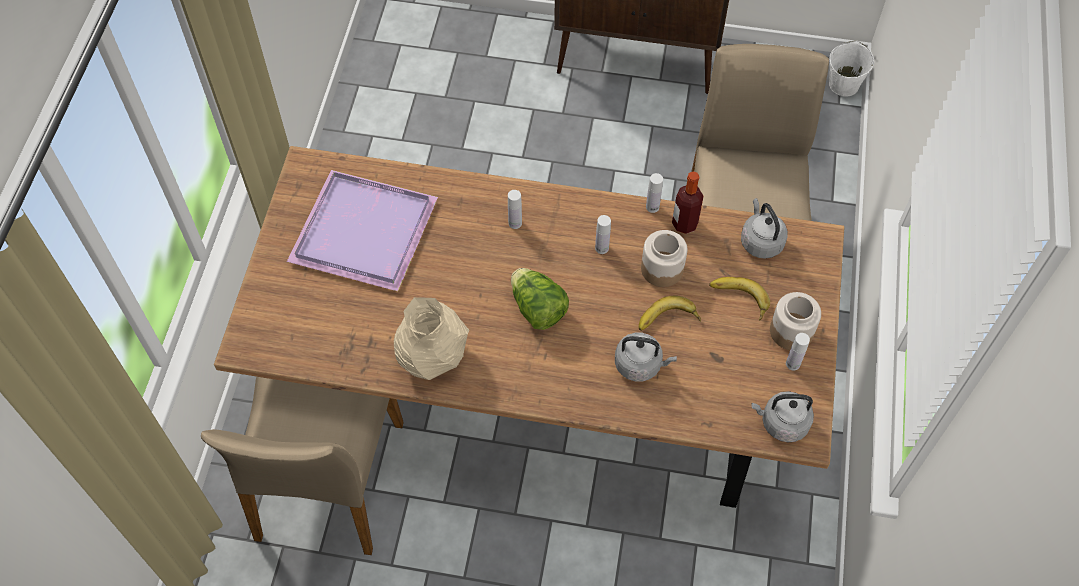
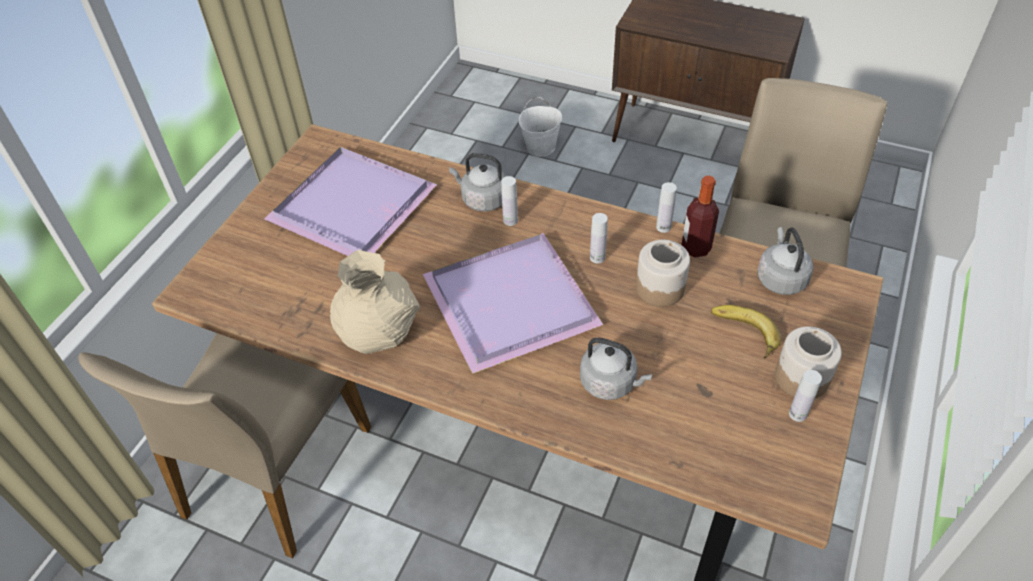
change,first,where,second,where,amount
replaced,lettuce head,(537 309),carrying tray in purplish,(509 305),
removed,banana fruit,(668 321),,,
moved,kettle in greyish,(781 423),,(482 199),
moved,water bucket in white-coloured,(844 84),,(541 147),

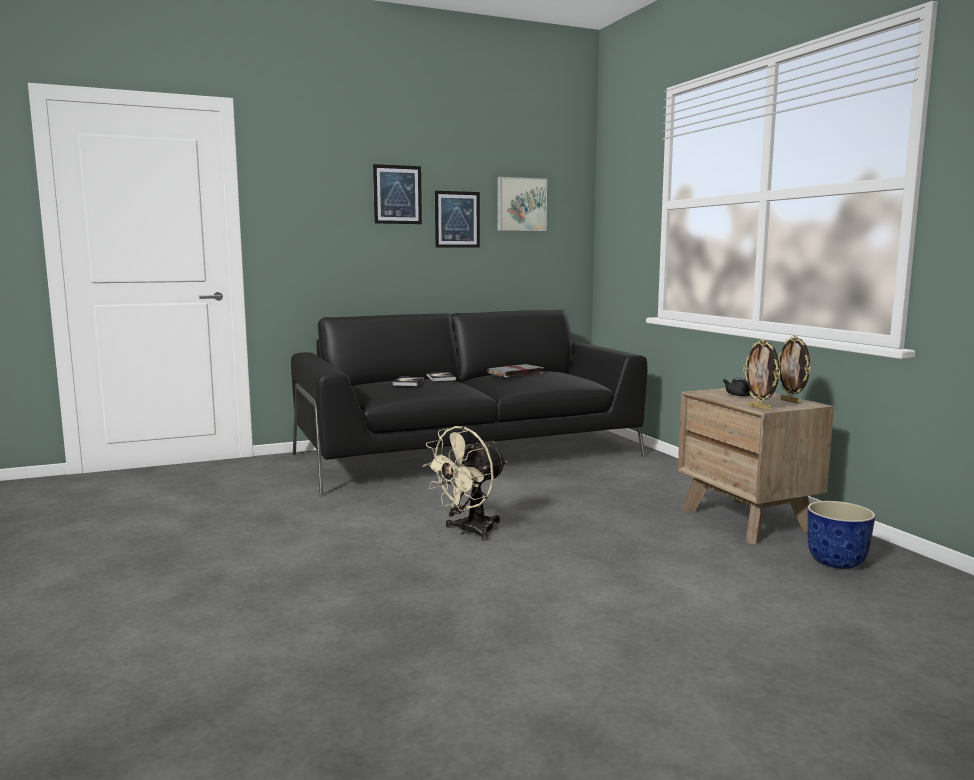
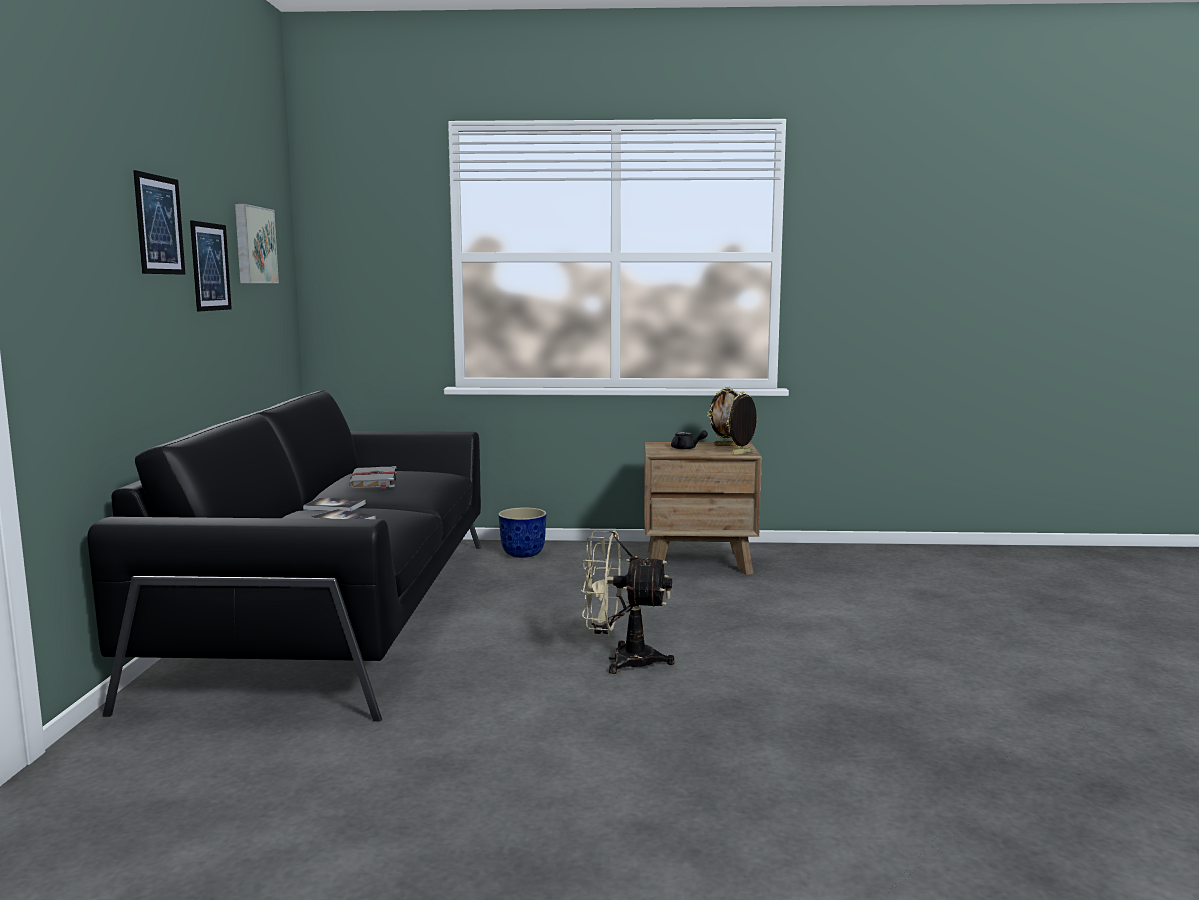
change,first,where,second,where,amount
turned,cooling fan in beige-coloured,(469 531),,(622 660),120 degrees clockwise
turned,photo frame,(760 408),,(742 453),150 degrees clockwise
moved,plant pot,(835 562),,(522 554),

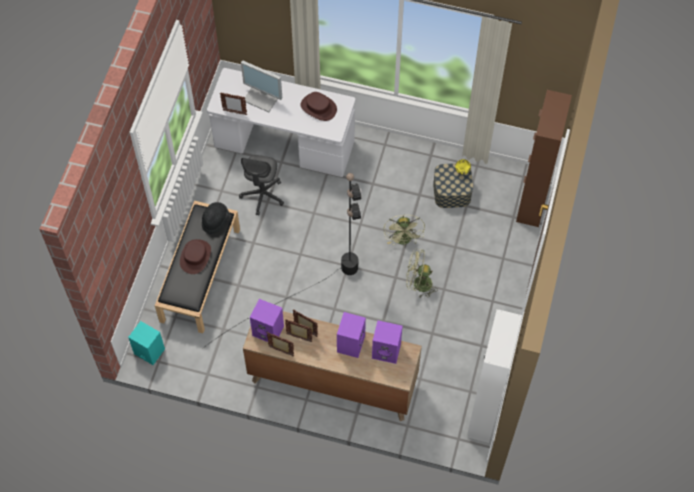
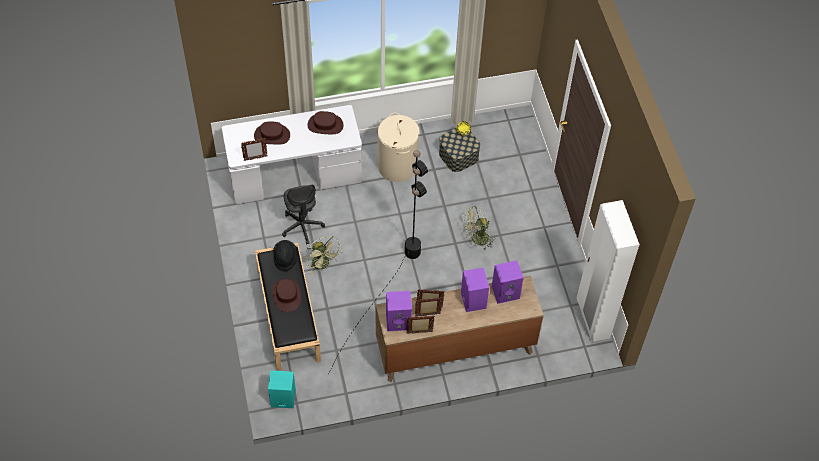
change,first,where,second,where,amount
replaced,computer screen,(263 96),hat in brownish,(272 135),
moved,cooling fan in green,(403 240),,(323 265),
removed,storage cabinet in brownish,(532 203),,,
added,,,hamper in beige-coloured,(397 166),

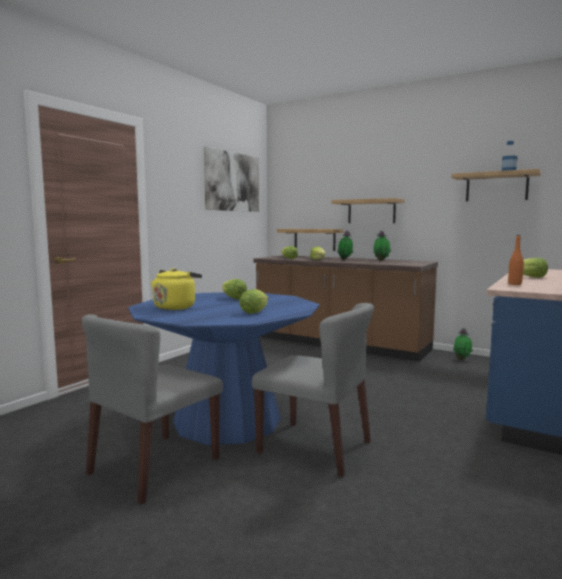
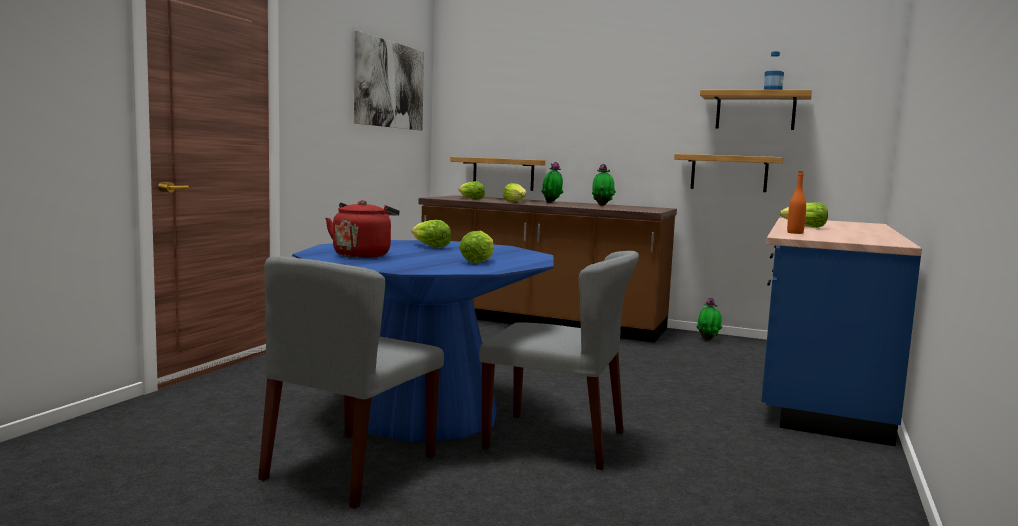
change,first,where,second,where,amount
recoloured,kettle in yellowish,(176 307),kettle in reddish,(363 255),
moved,bracket shelf,(371 211),,(729 173),

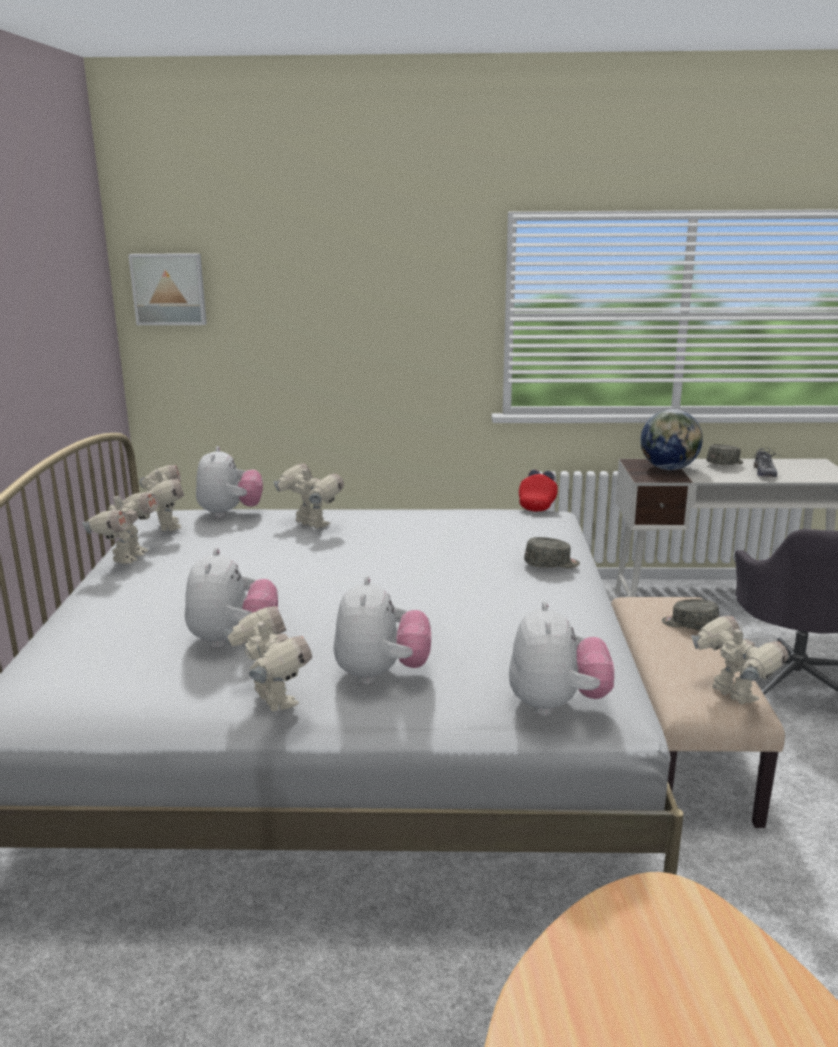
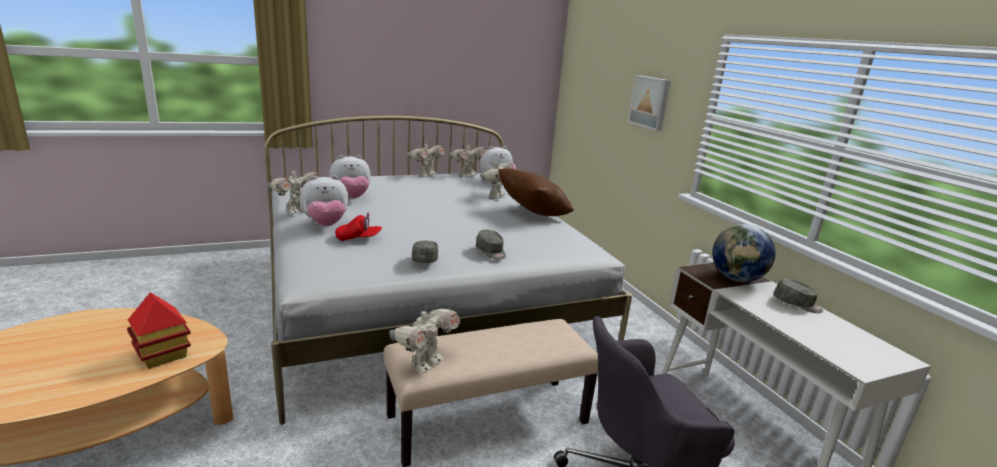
change,first,where,second,where,amount
turned,toy robot,(128 557),,(426 174),45 degrees counterclockwise
moved,wall picture,(169 289),,(650 102),
removed,soft toy,(557 705),,,
moved,cap in reddish,(538 504),,(358 238),
moved,cap in greyish,(689 625),,(426 259),
removed,item of footwear,(764 472),,,
added,,,miniature house,(163 356),
added,,,cushion in brownish,(533 215),

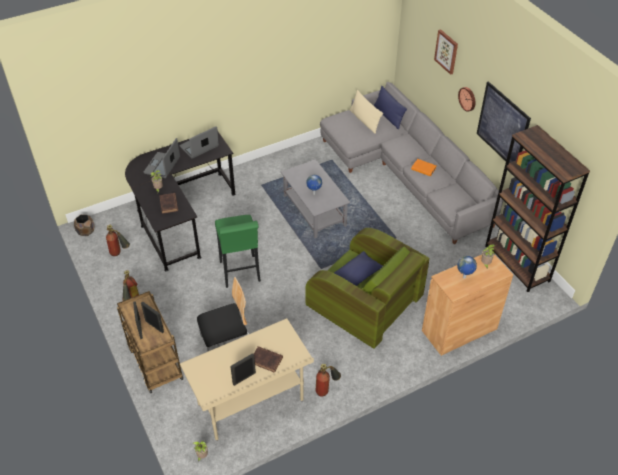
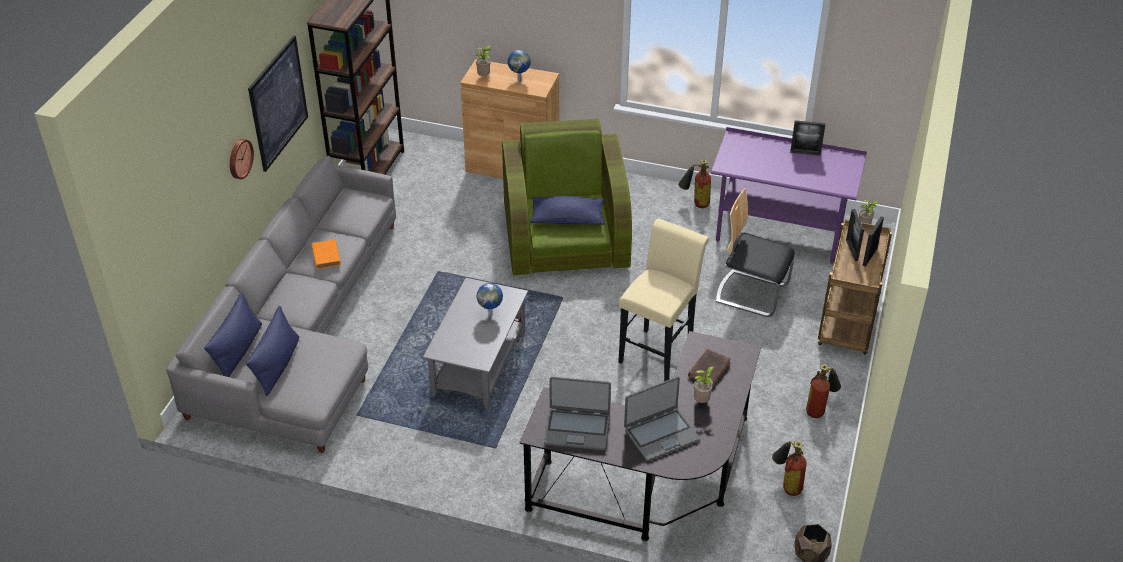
change,first,where,second,where,amount
recoloured,desk unit in beige-coloured,(251 403),desk unit in purplish,(778 235),
recoloured,stool in green,(240 274),stool in beige-coloured,(658 352),
removed,volume in brownish,(267 360),,,
recoloured,cushion in beige-coloured,(364 120),cushion in blue,(277 365),
removed,wall picture,(446 51),,,

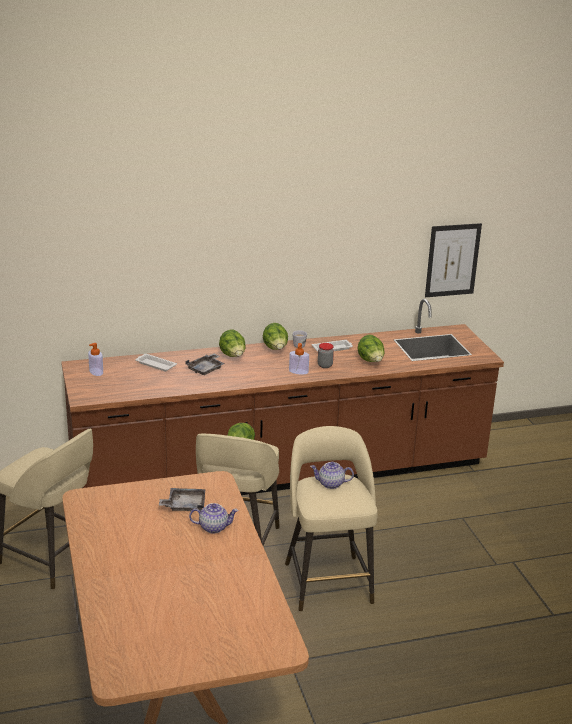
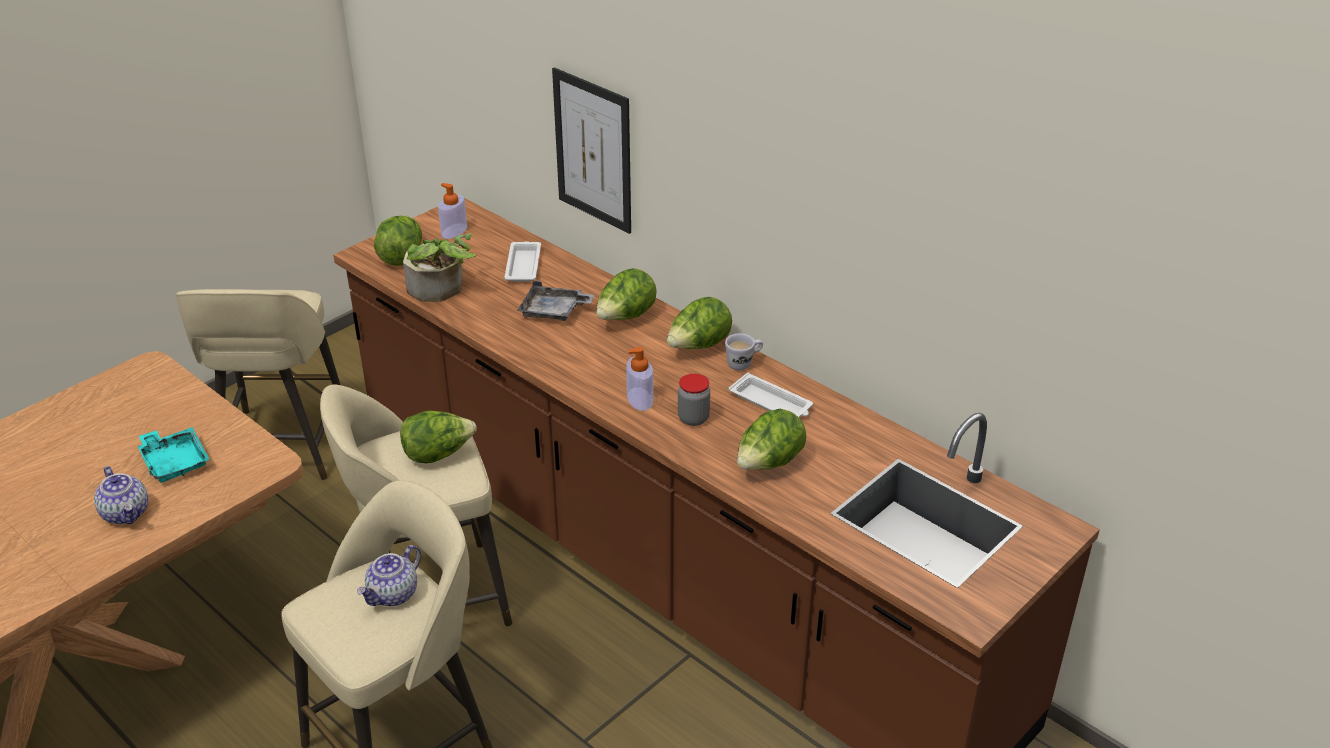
change,first,where,second,where,amount
recoloured,carrying tray in greyish,(184 505),carrying tray in turquoise,(174 462),
turned,teapot,(330 484),,(393 594),120 degrees counterclockwise
moved,wall picture,(452 260),,(593 150),
added,,,lettuce head,(401 256),
added,,,potted plant,(441 290),

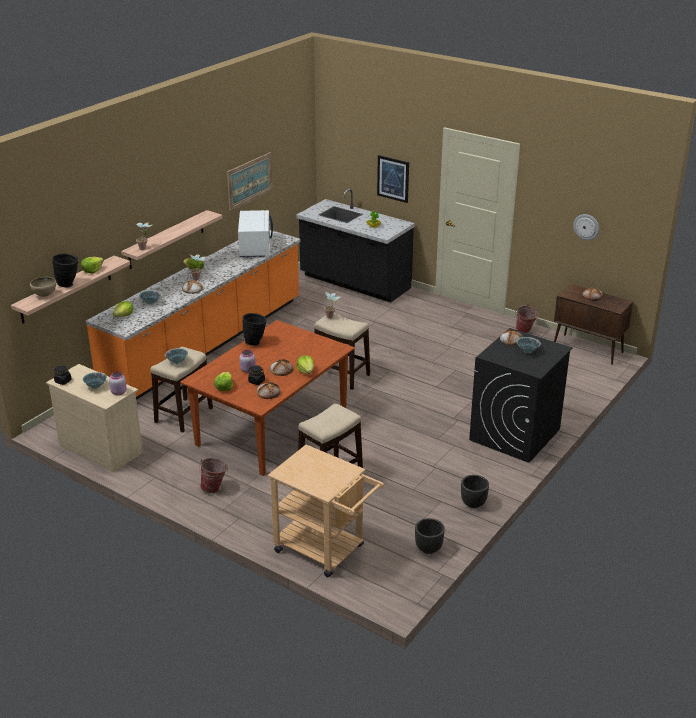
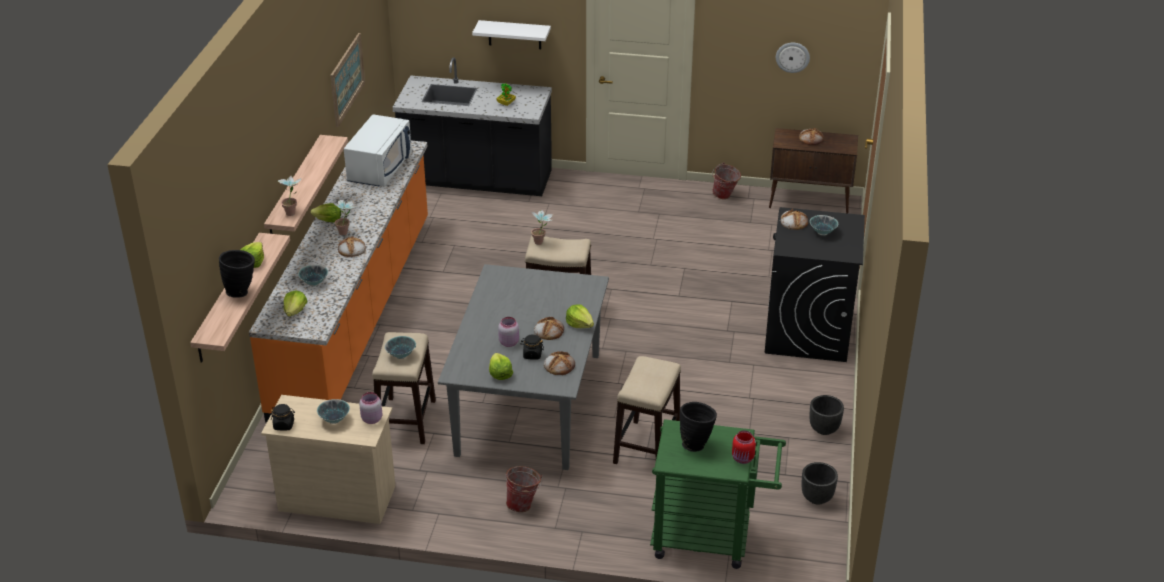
change,first,where,second,where,amount
removed,serving bowl in brownish,(45 295),,,
recoloured,dinner table in brownish,(272 426),dinner table in greyish,(528 403),
turned,microwave oven in white-coloured,(254 247),,(380 169),45 degrees clockwise
moved,decorative vase in blackish,(255 342),,(696 443),
recoloured,cart in beige-coloured,(325 551),cart in green,(711 538),
replaced,wall picture,(393 178),bracket shelf in white-coloured,(514 34),
added,,,jar in reddish,(743 459),

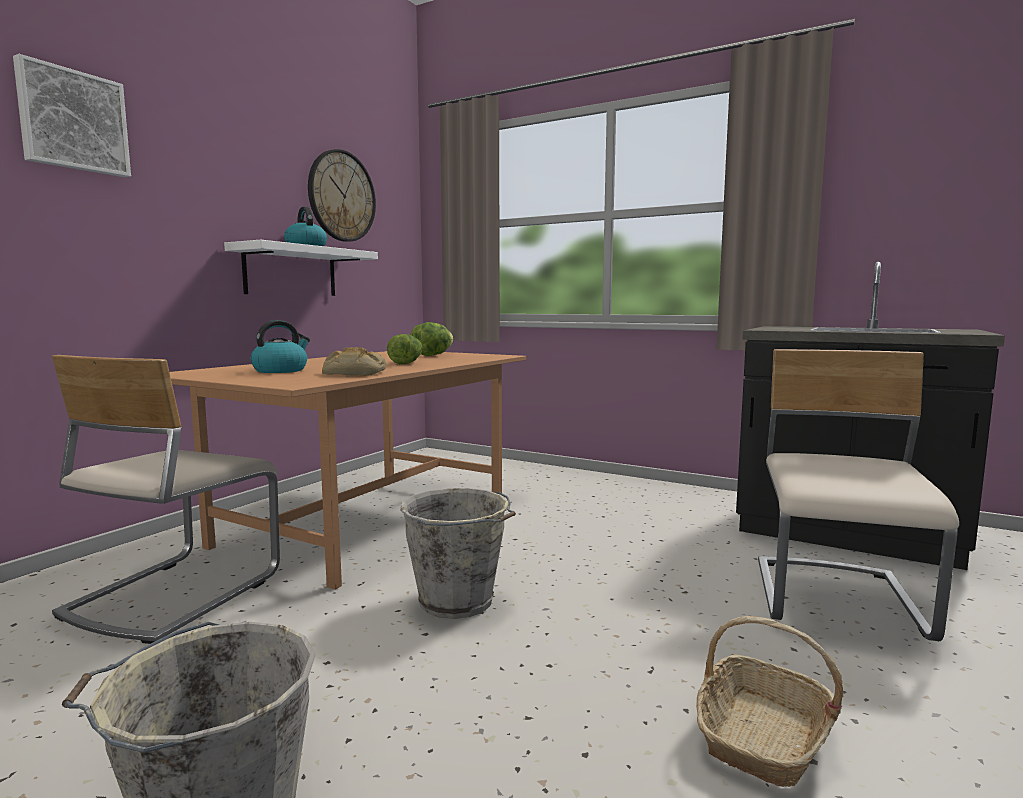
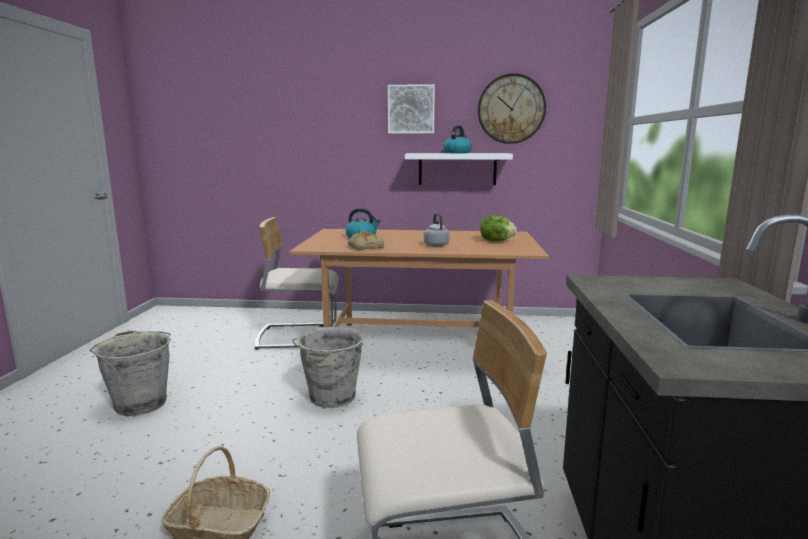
change,first,where,second,where,amount
moved,wall picture,(73 121),,(411 109),
replaced,lettuce head,(406 363),kettle in greyish,(435 244),

